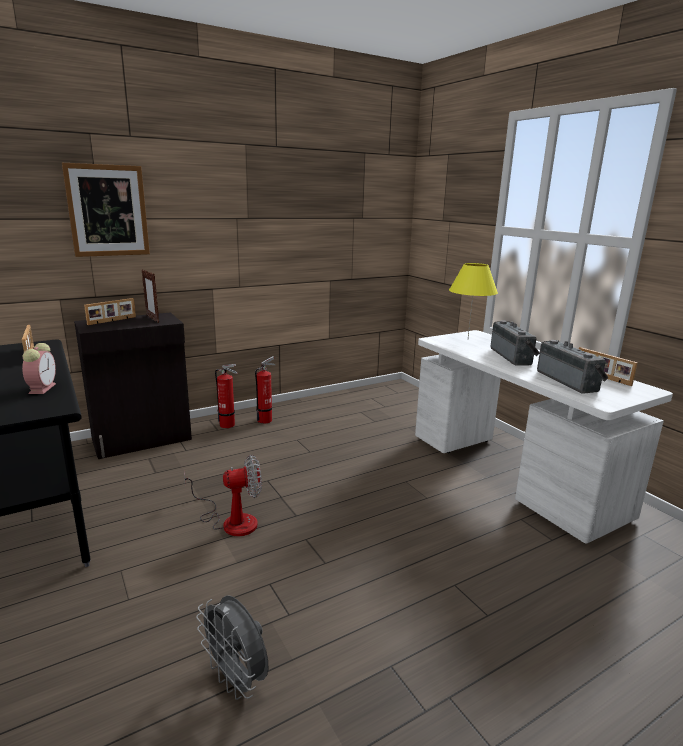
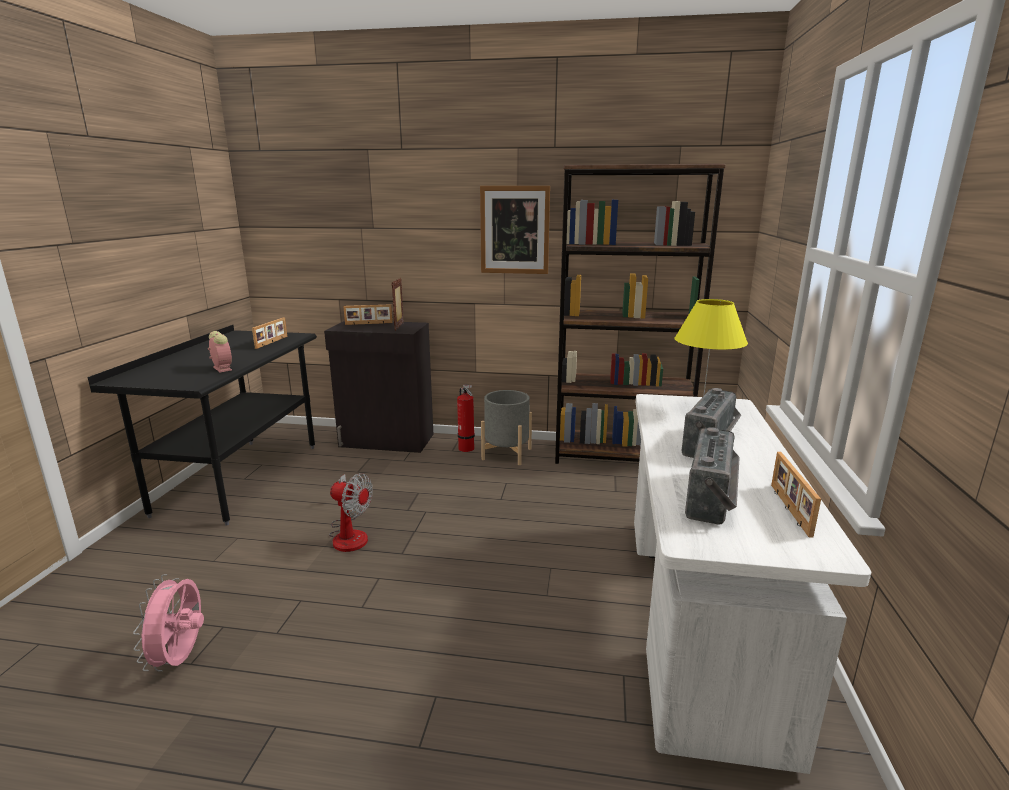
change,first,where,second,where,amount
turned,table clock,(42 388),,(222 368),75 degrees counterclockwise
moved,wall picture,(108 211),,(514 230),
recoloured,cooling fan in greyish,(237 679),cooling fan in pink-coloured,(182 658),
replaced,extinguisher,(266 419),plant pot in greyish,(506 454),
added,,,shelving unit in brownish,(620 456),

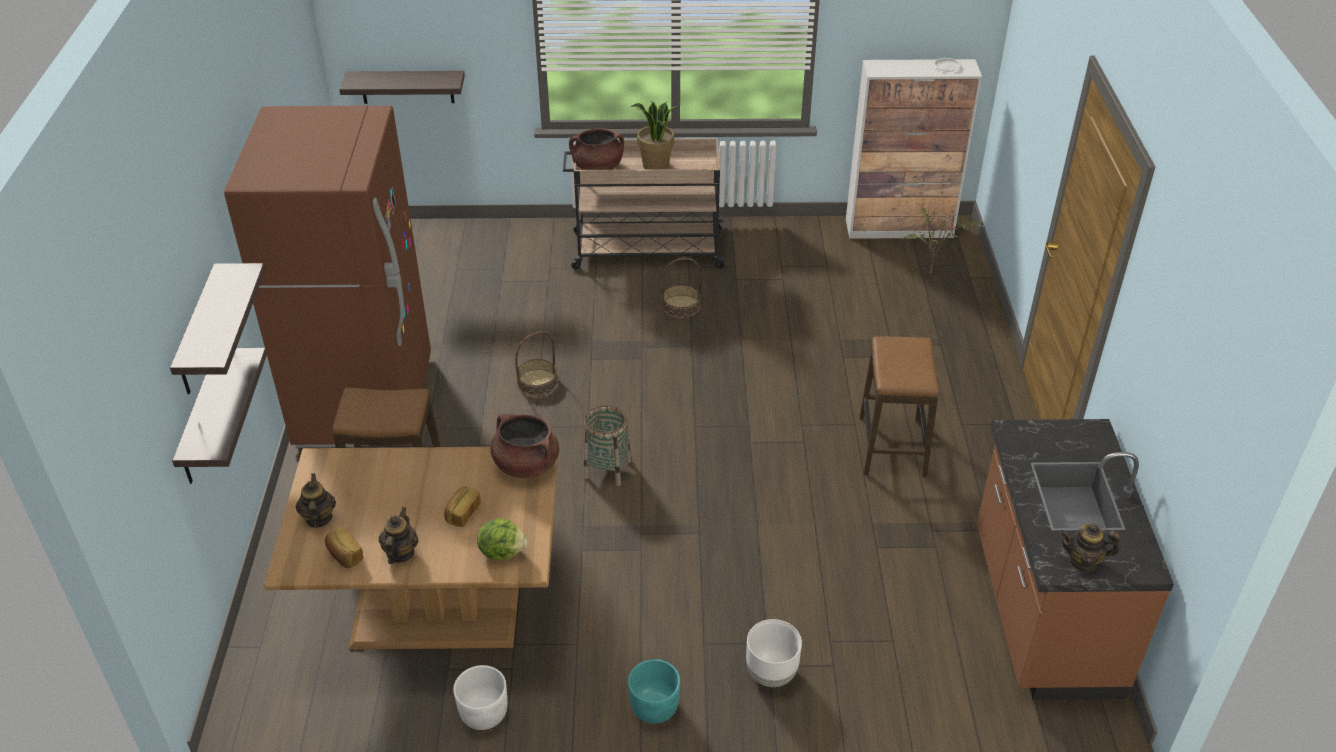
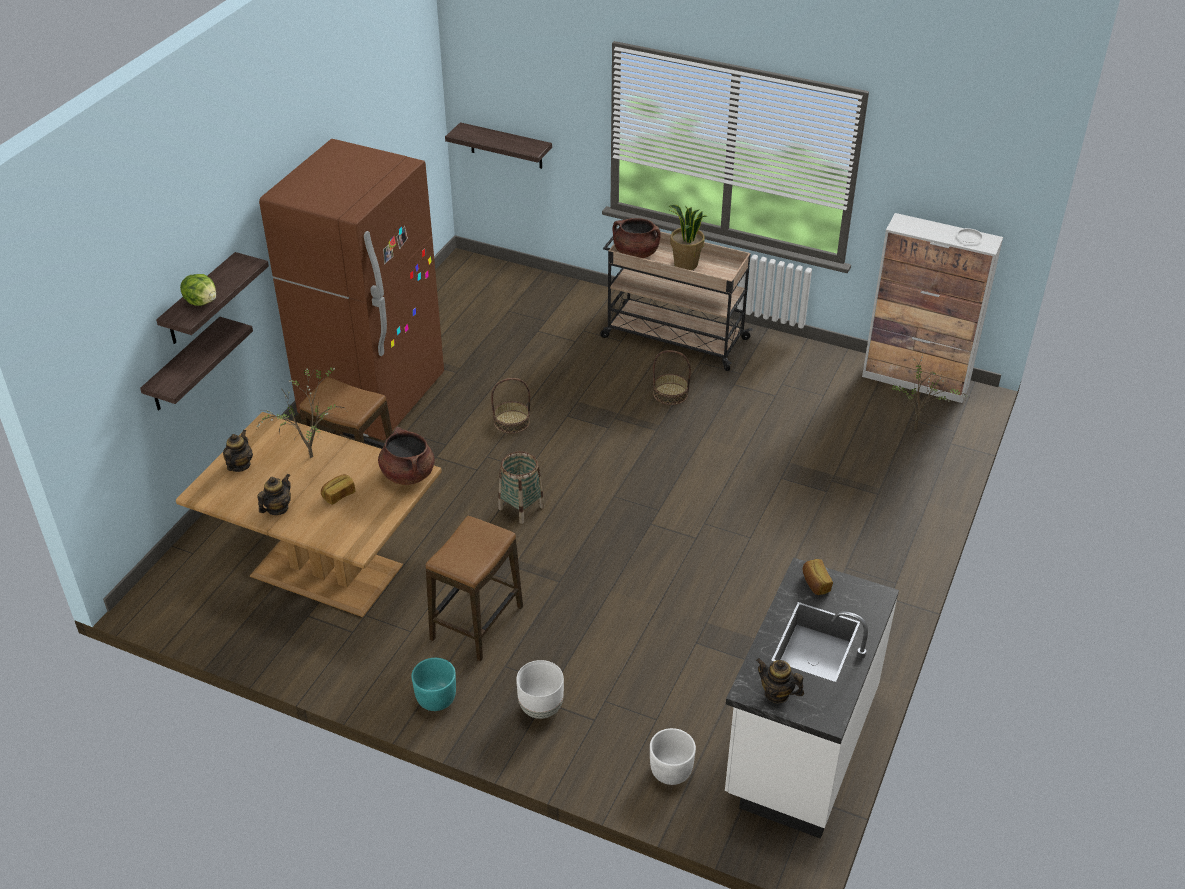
change,first,where,second,where,amount
moved,bakery bread,(344 556),,(815 584),
moved,plant pot in white-coloured,(483 713),,(670 771),
moved,lettuce head,(502 551),,(202 301),
moved,stool,(892 447),,(477 623),
recoloured,counter in brownish,(1042 613),counter in white-coloured,(799 745),
added,,,potted plant,(311 454),

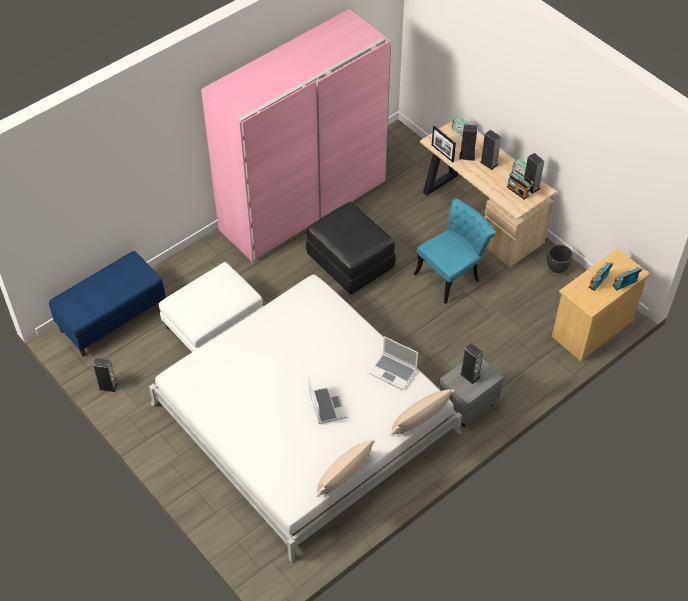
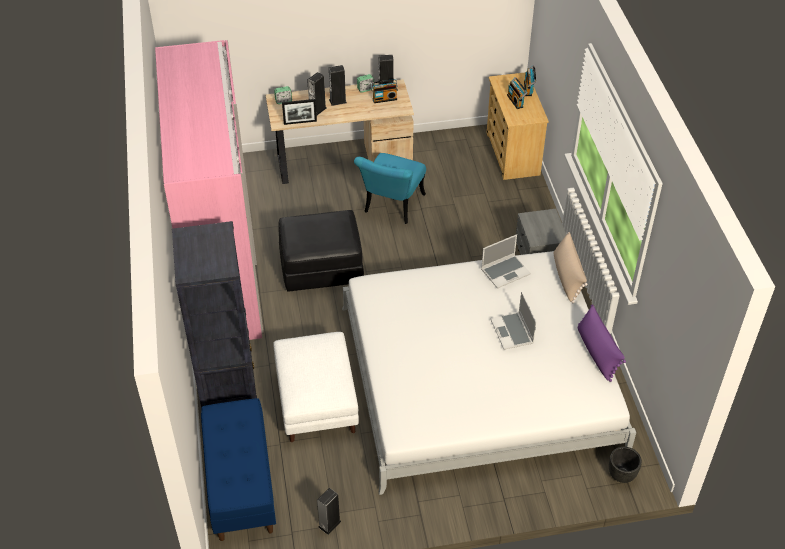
change,first,where,second,where,amount
turned,portable computer,(326 405),,(512 332),120 degrees counterclockwise
recoloured,cushion in beige-coloured,(344 474),cushion in purplish,(597 352),
turned,plain chair in turquoise,(452 274),,(391 207),150 degrees counterclockwise
removed,audio speaker,(470 375),,,
moved,plant pot in blackish,(557 268),,(622 475),
added,,,shelving unit in blackish,(229 391),

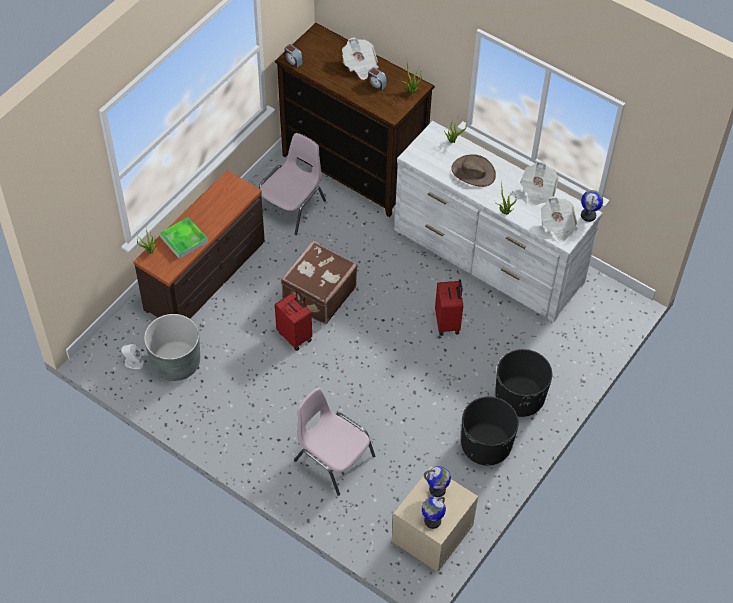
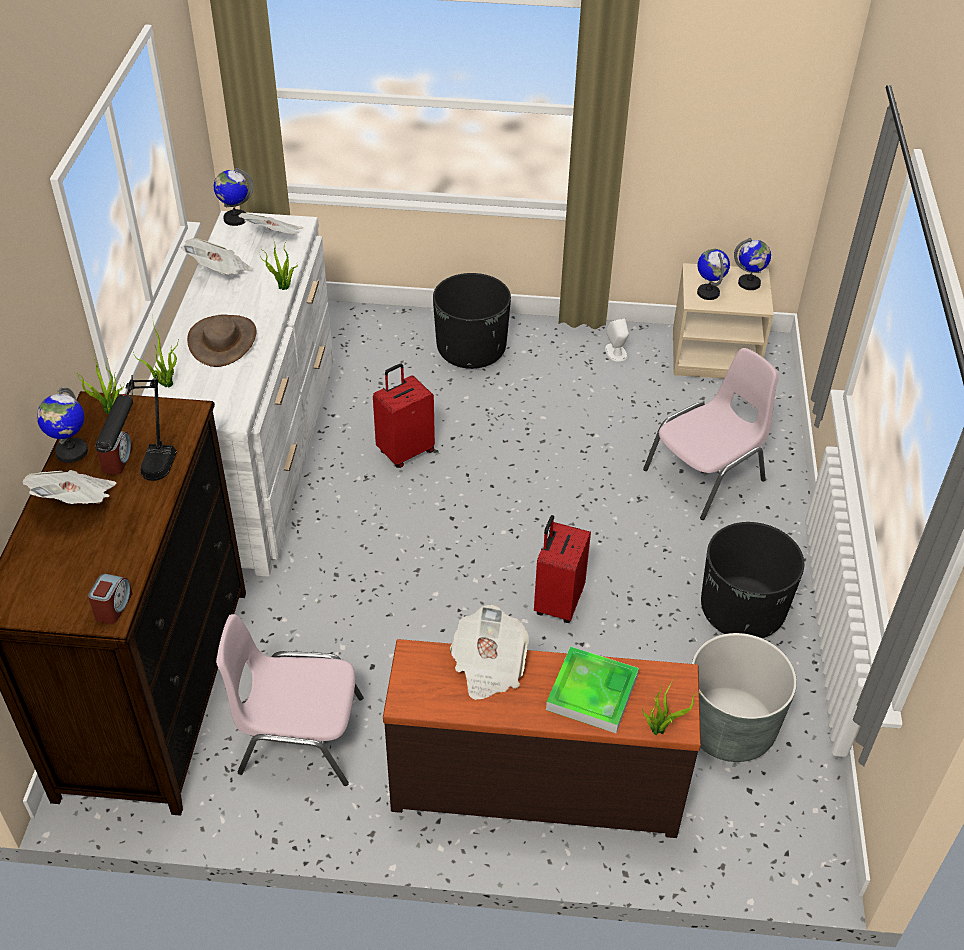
change,first,where,second,where,amount
moved,audio speaker in white-coloured,(134 362),,(616 352),
removed,suitcase in brownish,(318 294),,,
turned,plain chair in pink-coloured,(333 458),,(707 475),135 degrees counterclockwise
moved,plant pot in blackish,(486 445),,(741 611),
added,,,globe,(71 452),
added,,,table lamp in blackish,(149 485),
added,,,printed paper,(488 667),

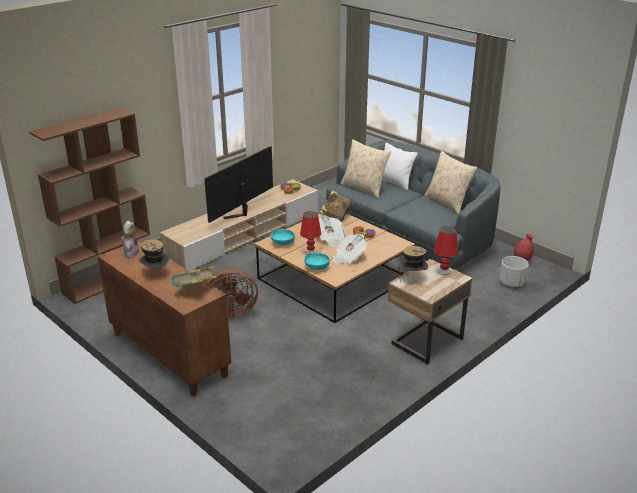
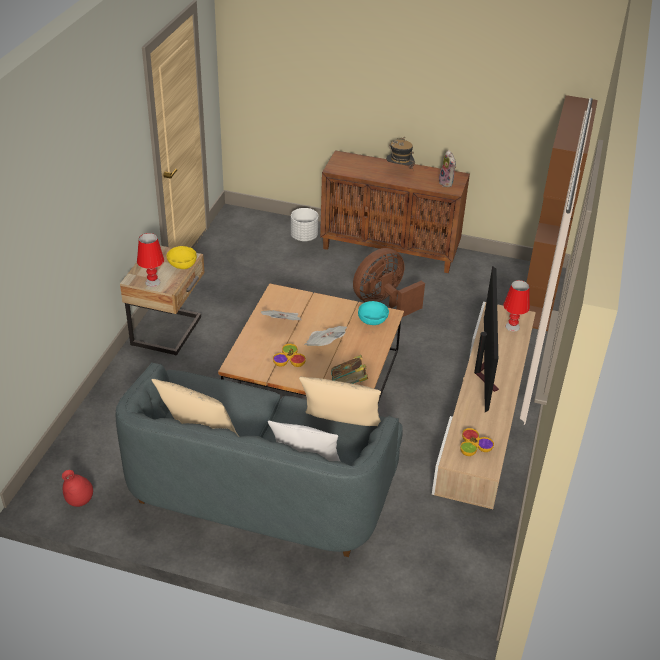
change,first,where,second,where,amount
removed,volume,(195 290),,,
moved,table lamp in reddish,(310 252),,(512 327),
removed,serving bowl in turquoise,(316 267),,,
replaced,hat,(412 278),serving bowl in yellowish,(182 264),
moved,plant pot in white-coloured,(512 283),,(304 237),

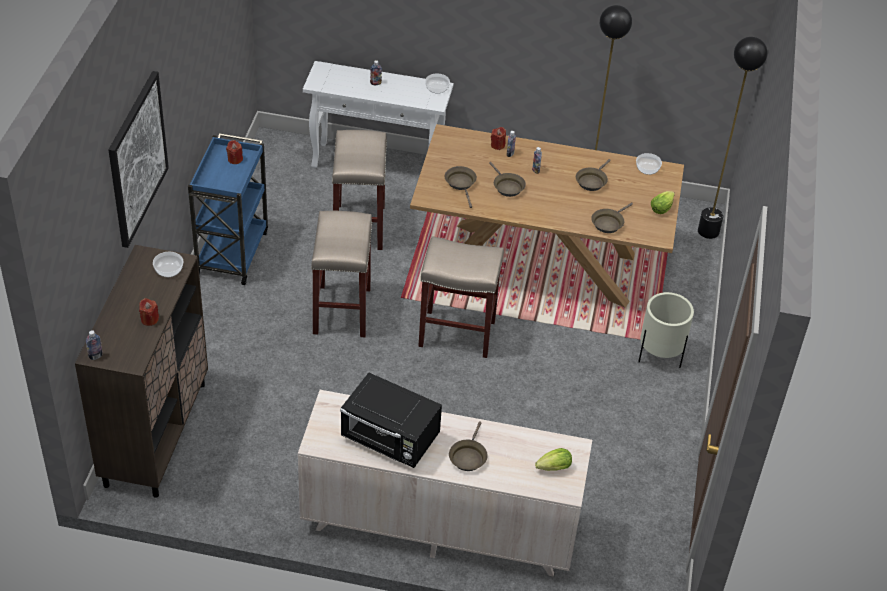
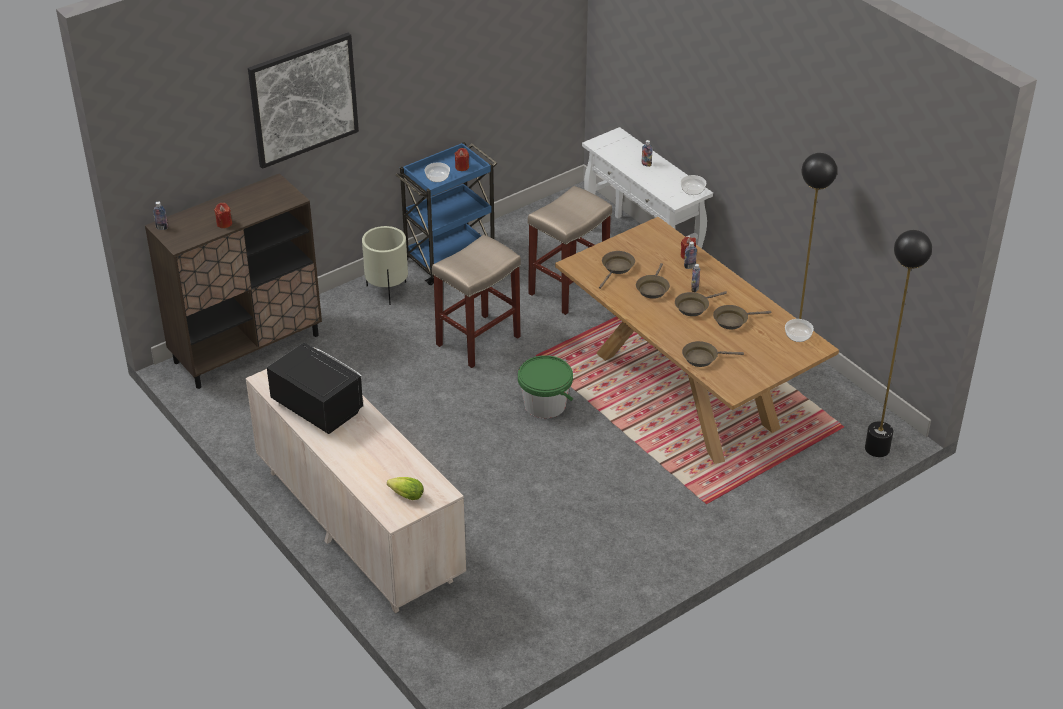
change,first,where,second,where,amount
moved,serving bowl,(169 270),,(438 178),
turned,microwave oven in blackish,(390 440),,(317 407),150 degrees clockwise
replaced,stool in beige-coloured,(455 334),water bucket in green,(545 404),
moved,skillet in brownish,(468 456),,(694 307),
moved,plant pot in beige-coloured,(660 356),,(387 291),
removed,lettuce head,(662 208),,,

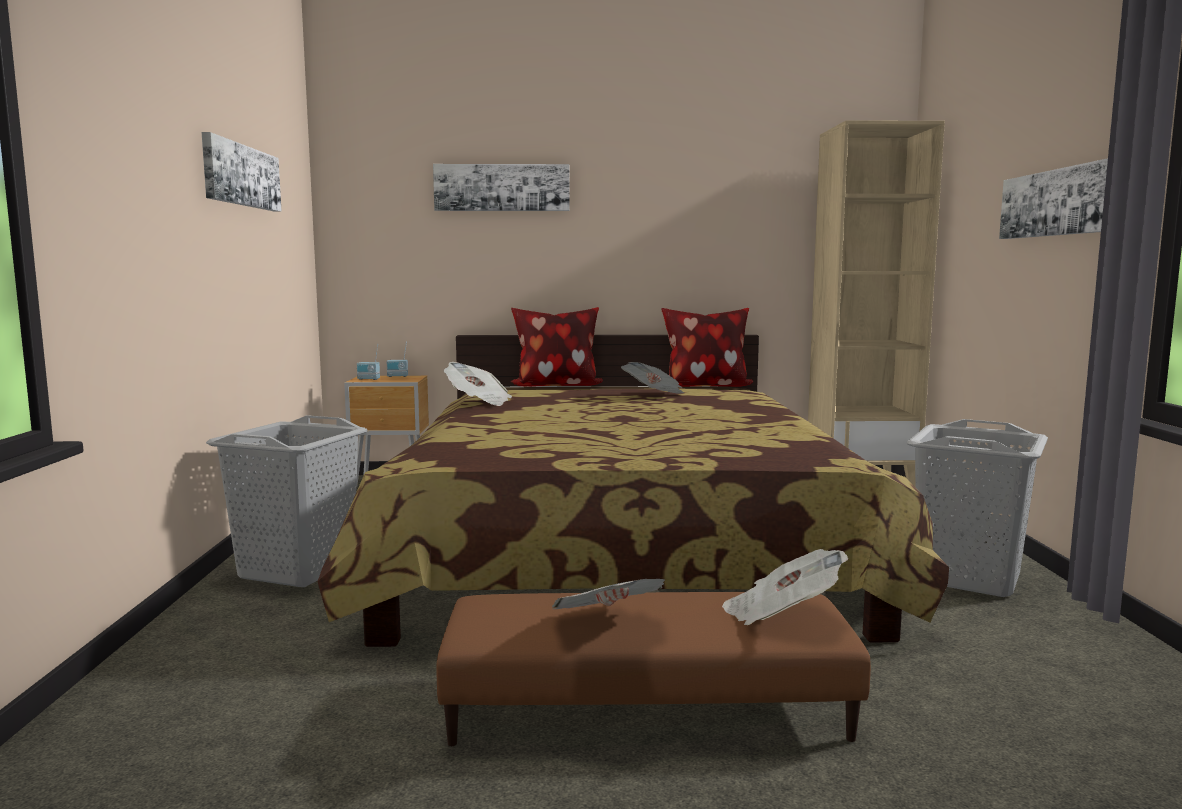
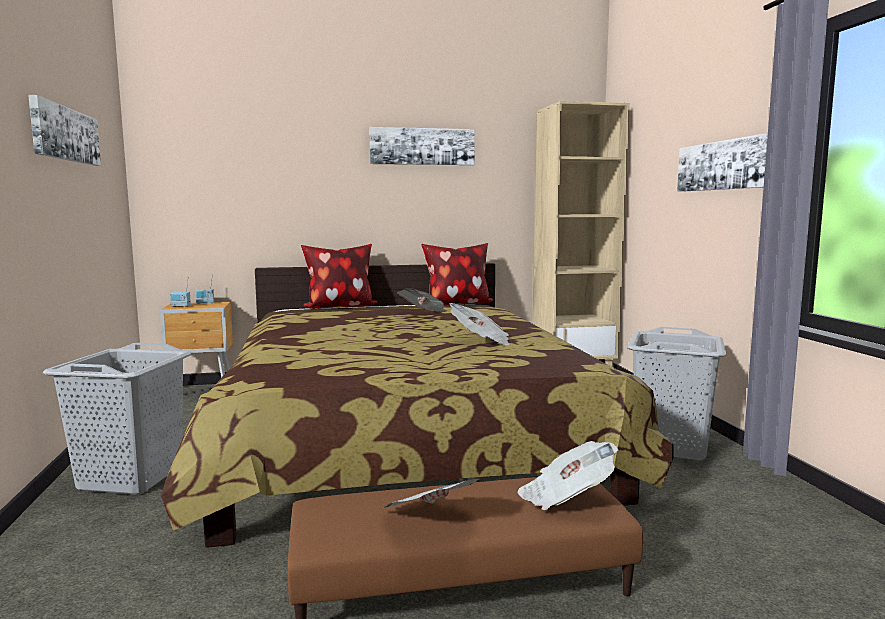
change,first,where,second,where,amount
moved,wall picture,(502 187),,(422 146),
moved,printed paper,(478 402),,(481 341),

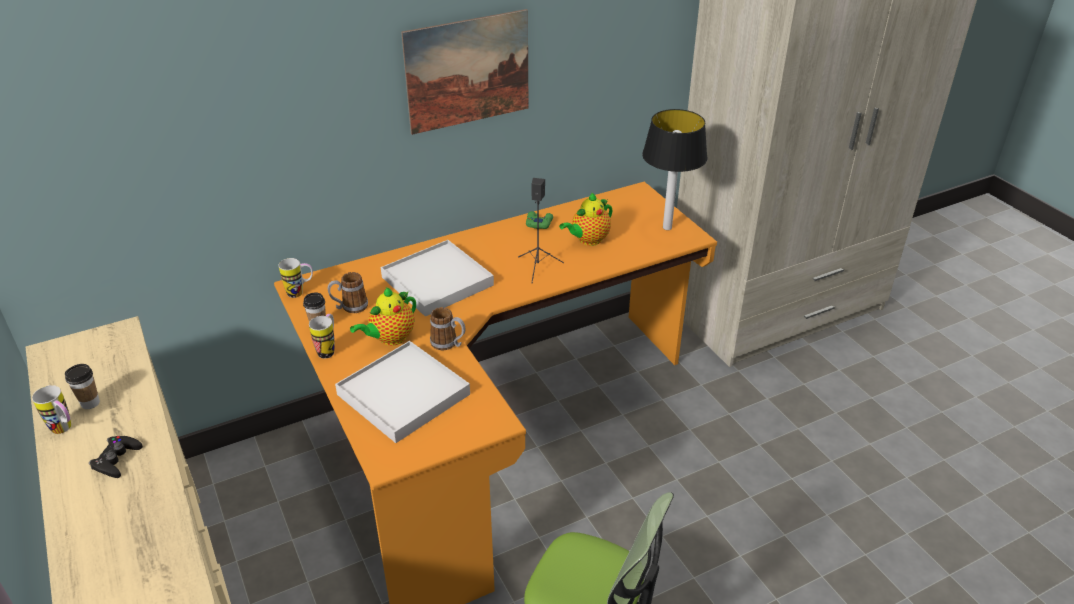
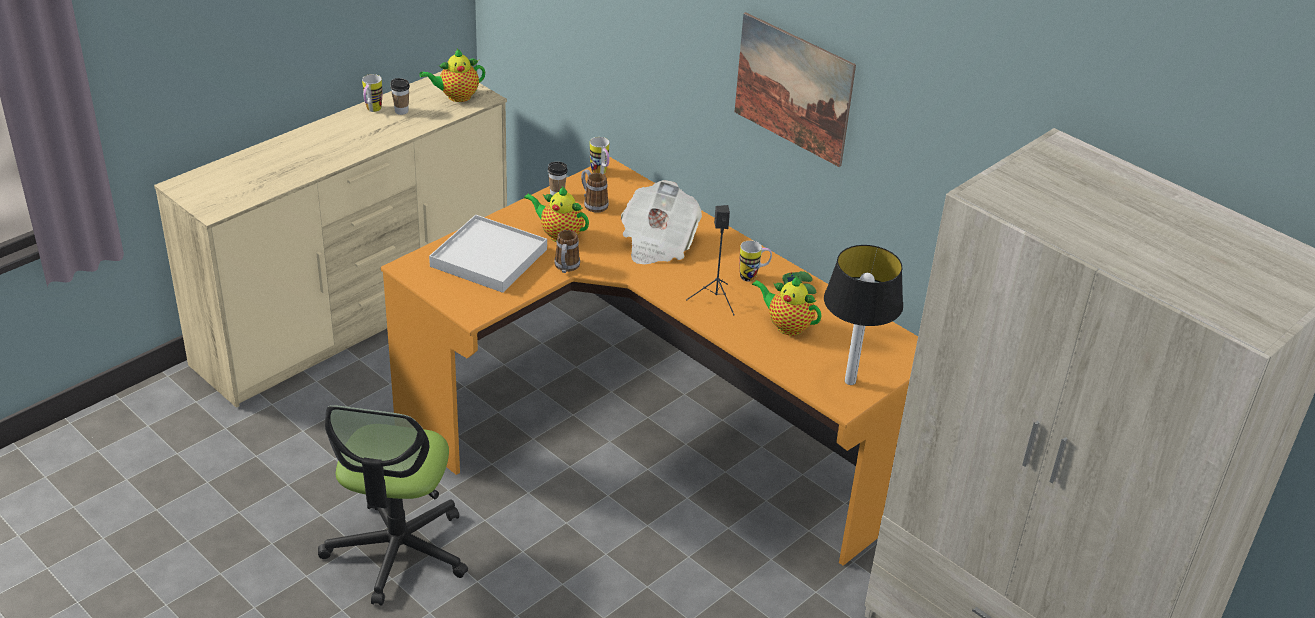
change,first,where,second,where,amount
removed,gamepad in blackish,(117 460),,,
moved,mug,(328 349),,(753 277),
replaced,carrying tray in white-coloured,(437 281),printed paper,(657 243),
added,,,teapot,(456 97),

